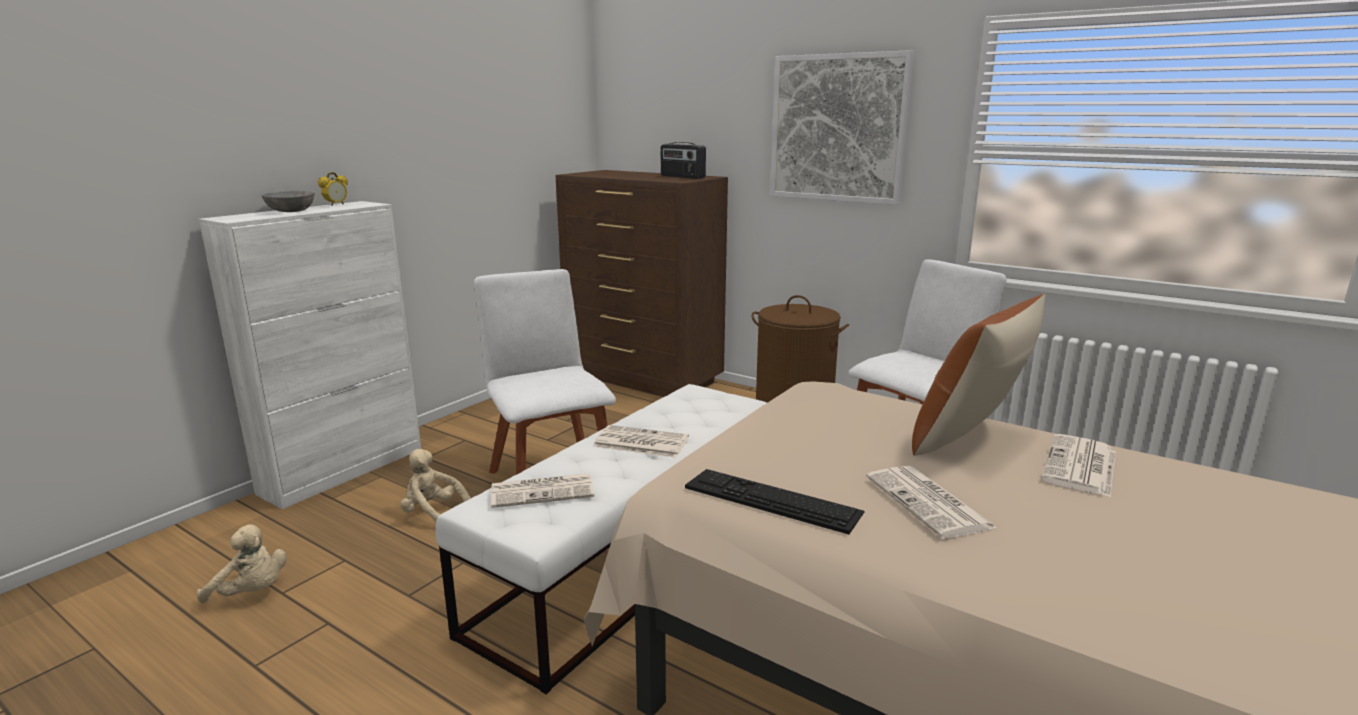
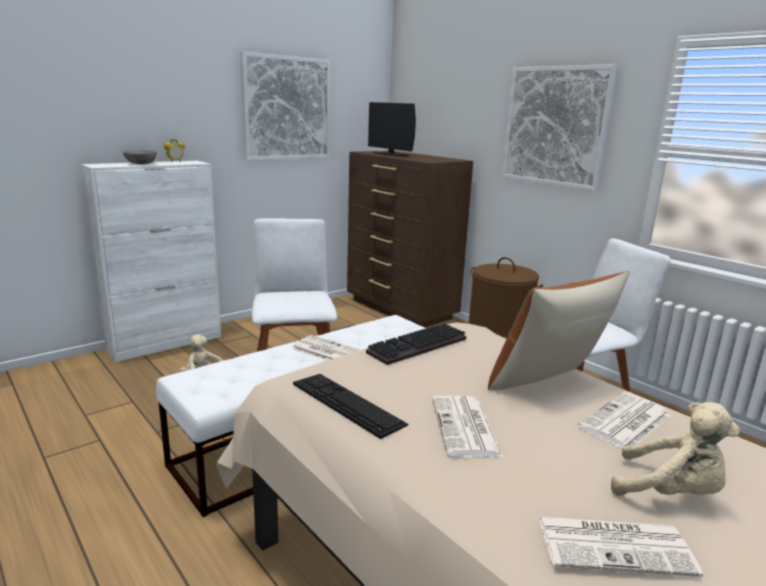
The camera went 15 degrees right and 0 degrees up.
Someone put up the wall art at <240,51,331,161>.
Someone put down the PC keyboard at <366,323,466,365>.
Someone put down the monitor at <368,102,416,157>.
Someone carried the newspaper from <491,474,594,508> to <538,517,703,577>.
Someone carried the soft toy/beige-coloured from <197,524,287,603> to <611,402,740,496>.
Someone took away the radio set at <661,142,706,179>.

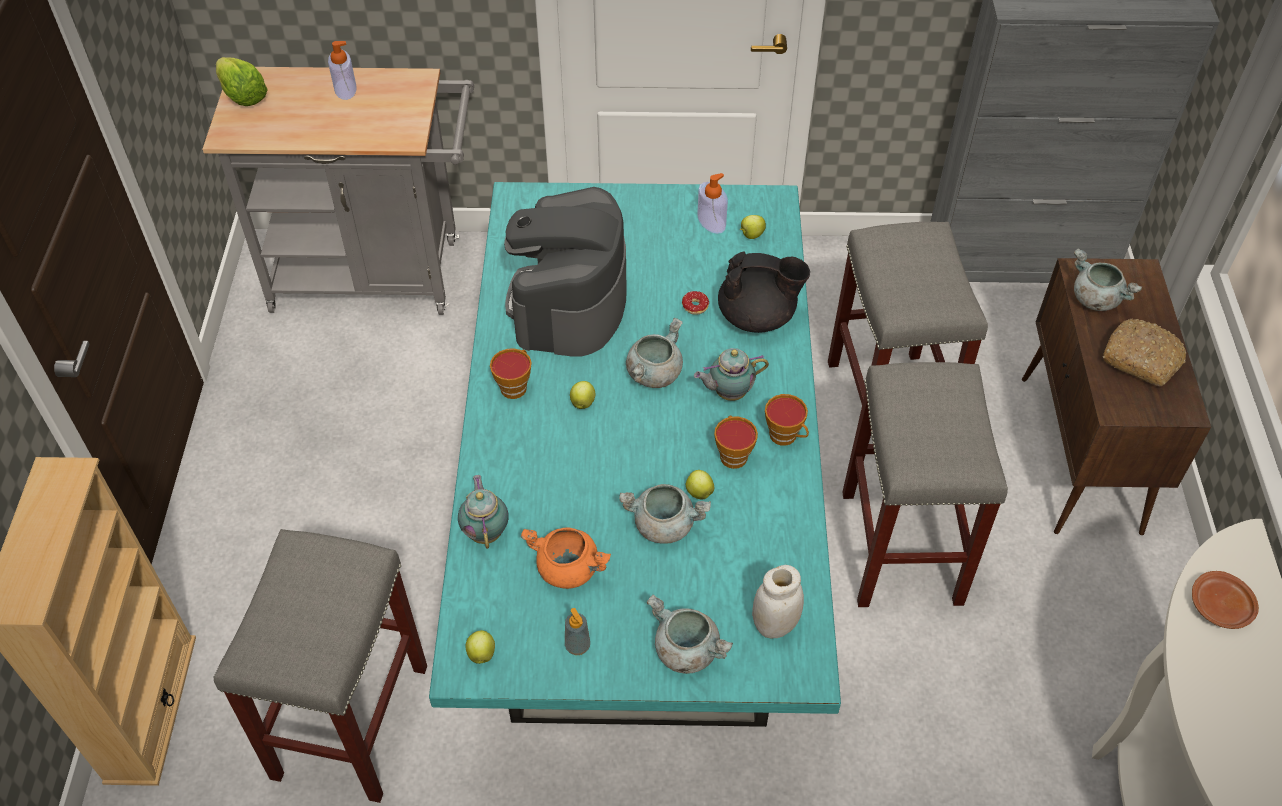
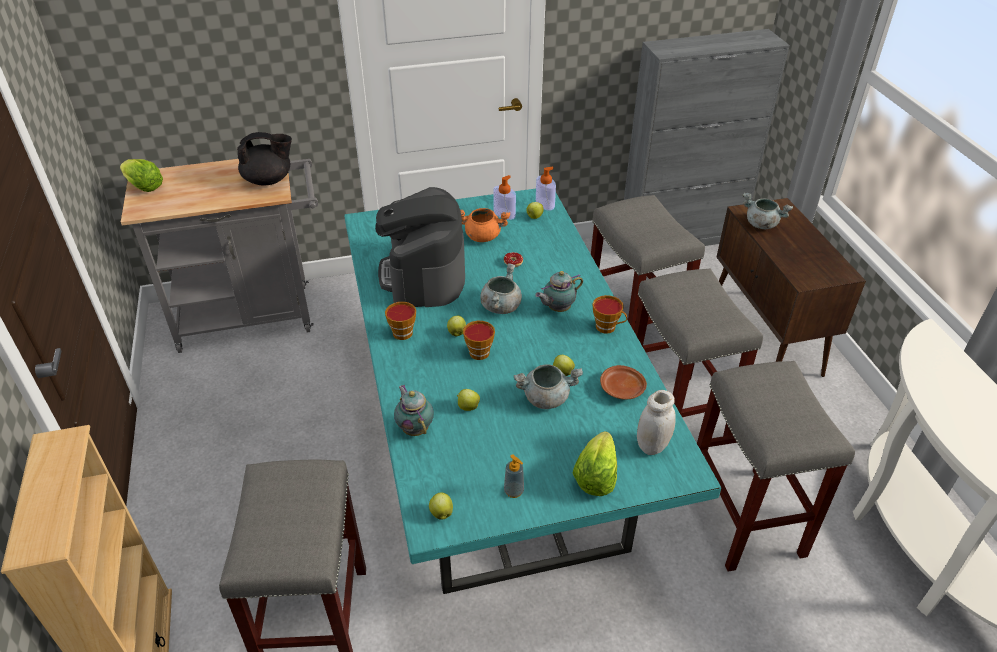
The camera went 15 degrees left and 10 degrees down.
Someone carried the pot for tea/blackish from <718,251,810,333> to <237,132,292,185>.
Someone put down the apple fruit at <457,389,480,411>.
Someone carried the saucepot/orangey from <521,527,611,589> to <461,208,510,242>.
Someone carried the cup from <714,416,758,469> to <463,321,495,360>.
Someone carried the liquid soap bottle from <328,41,357,100> to <536,167,556,211>.
Someone swapped the saucepot/gray at <647,595,733,674> for the head of lettuce at <572,431,617,496>.
Someone carried the plate/brown-coloured from <1192,571,1259,629> to <600,365,647,399>.
Someone put down the sitting stool/gray at <697,361,855,572>.
Someone took away the bread at <1103,319,1186,387>.

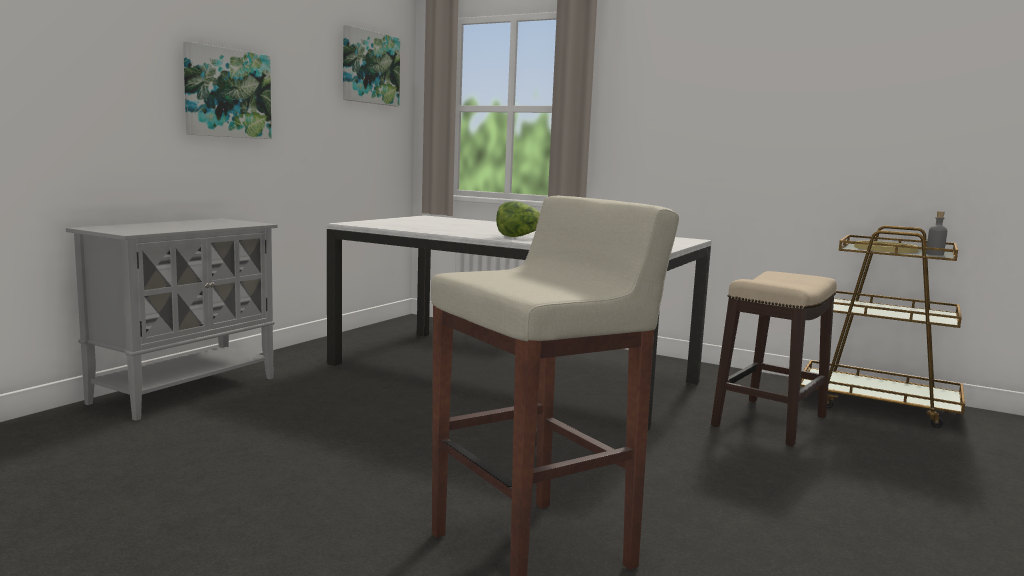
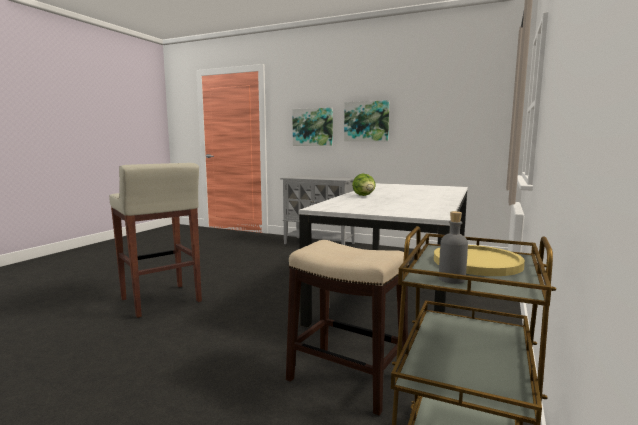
The camera went 85 degrees right and 0 degrees up.
Someone carried the wall art from <343,25,400,106> to <292,108,333,146>.

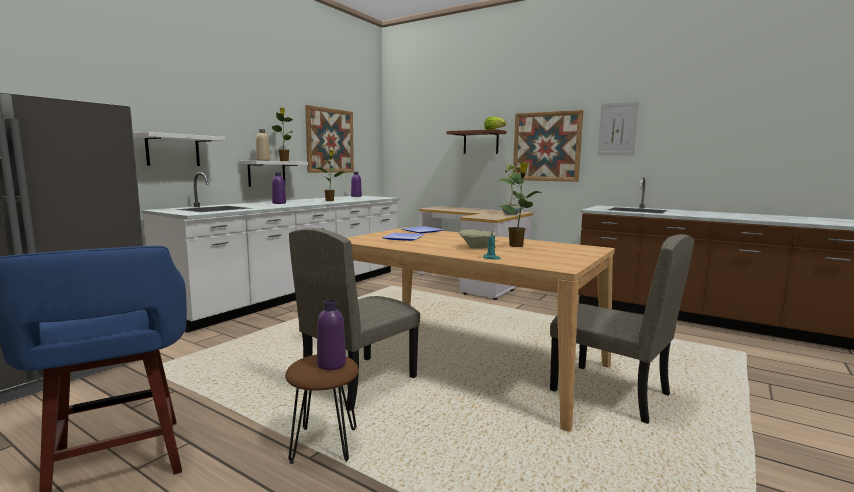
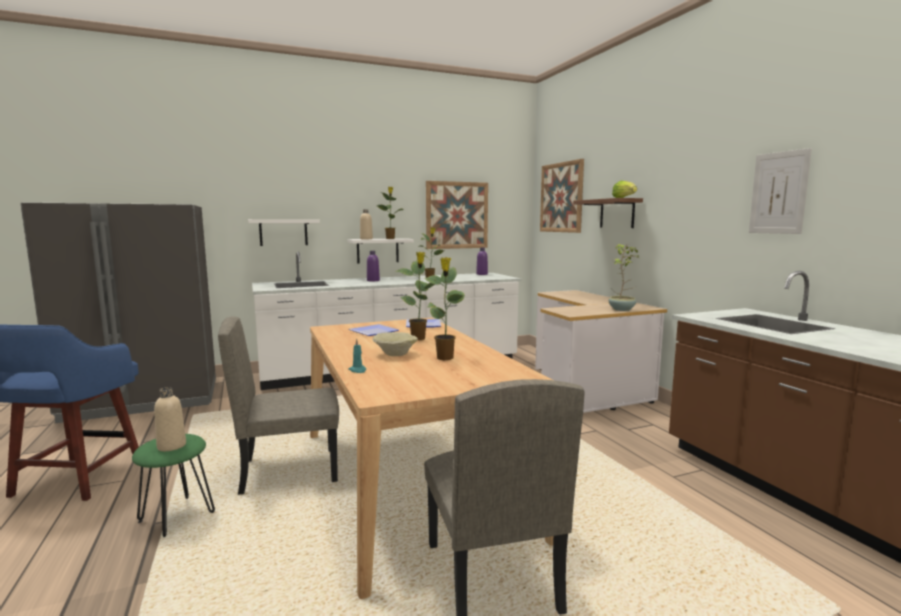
The camera went 35 degrees right and 0 degrees up.
Someone repainted the sitting stool/brown-coloured at <285,355,359,464>, which became the sitting stool/green at <132,434,215,537>.
Someone repainted the drink bottle/purple at <317,299,346,370>, which became the drink bottle/beige-coloured at <154,387,186,451>.
Someone put down the potted plant at <395,252,435,340>.
Someone carried the wall art from <513,110,584,182> to <540,159,584,233>.

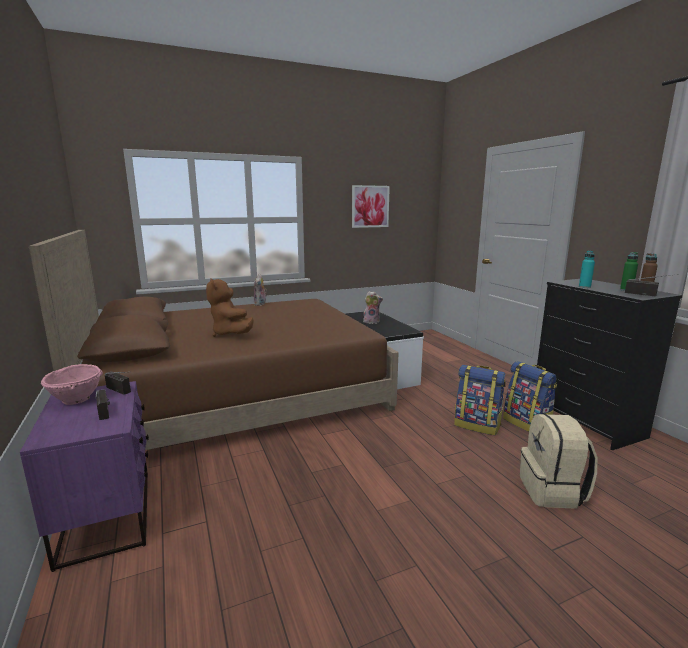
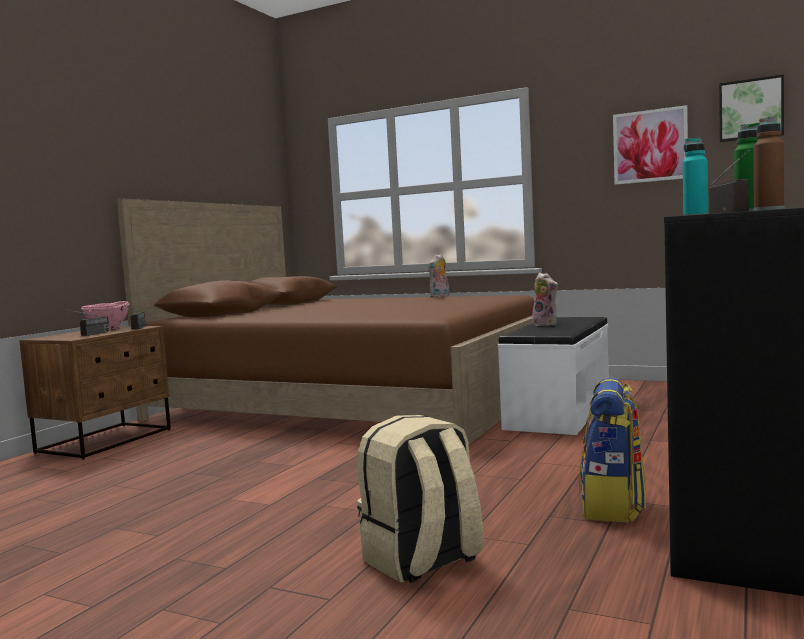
The camera went 50 degrees right and 10 degrees down.
Someone repainted the night table/purple at <20,381,149,572>, which became the night table/brown-coloured at <19,326,171,460>.
Someone put up the wall art at <719,74,784,142>.
Someone took away the soft toy/brown-coloured at <206,278,254,337>.
Someone took away the backpack at <454,365,506,435>.

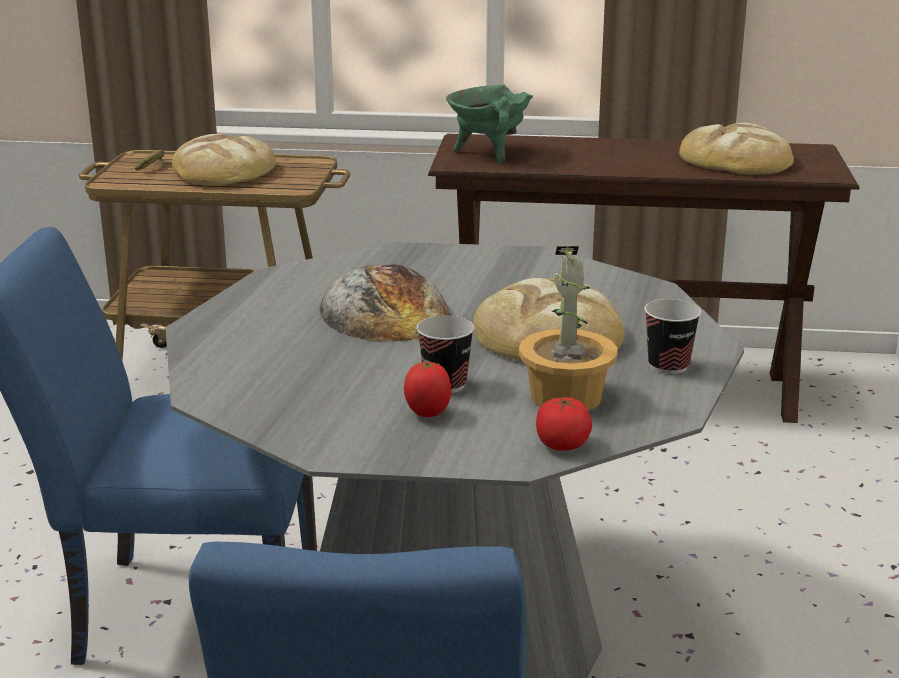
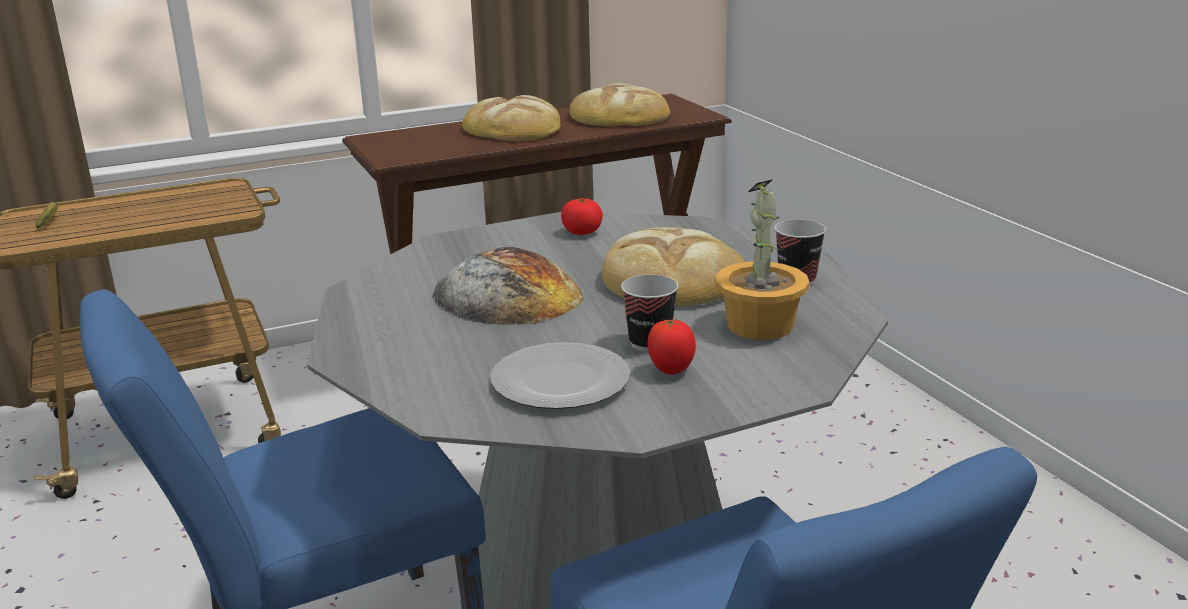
The camera went 30 degrees left and 0 degrees up.
Someone carried the bread from <172,134,276,186> to <462,95,560,141>.
Someone put down the plate at <491,342,631,409>.
Someone carried the whole tomato from <536,397,592,451> to <561,198,603,235>.
Someone took away the saucepot/green at <446,84,533,164>.

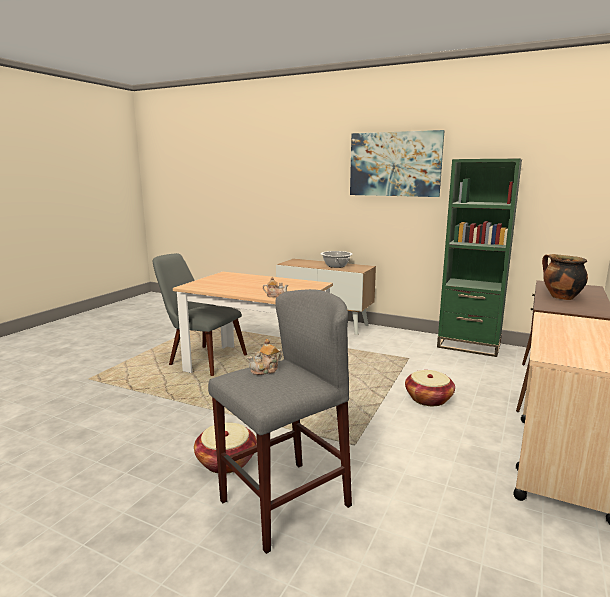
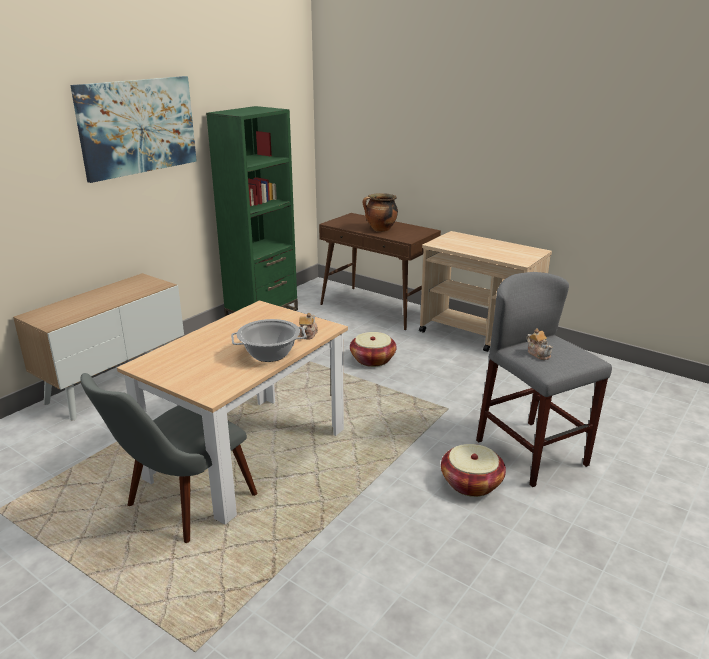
The camera went 80 degrees left and 10 degrees up.
Someone carried the saucepot from <321,251,352,268> to <231,319,306,362>.

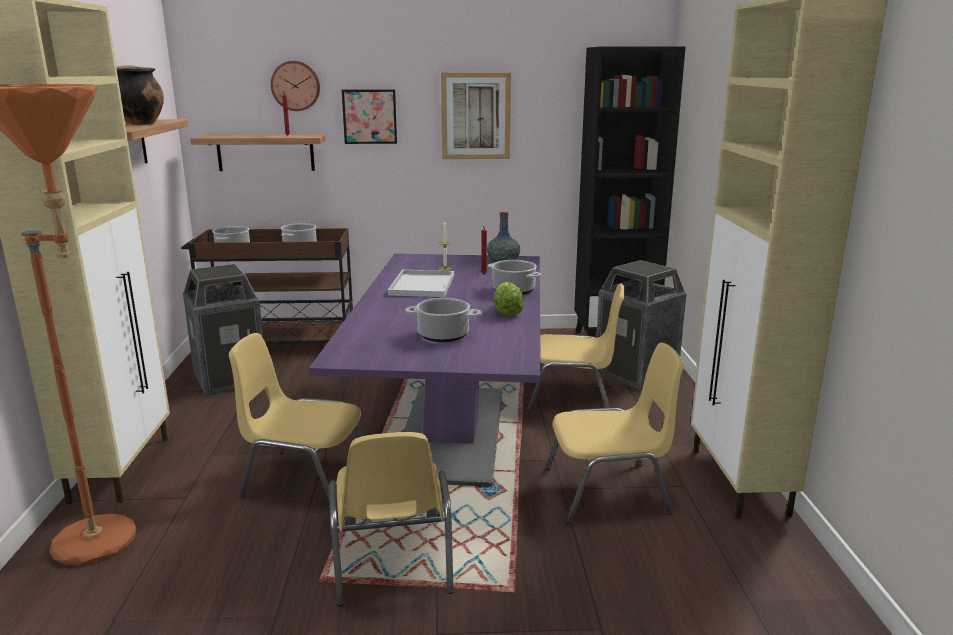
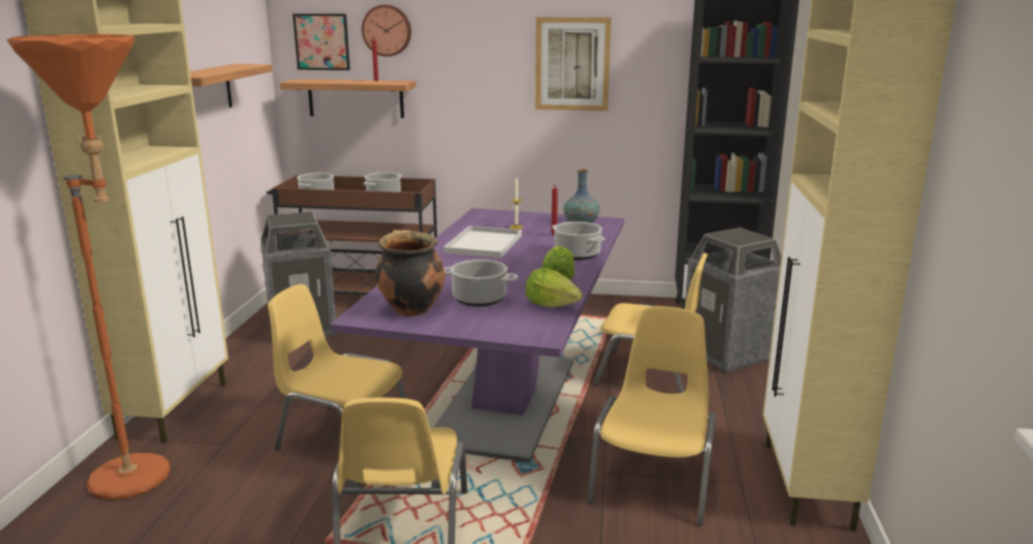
The camera went 10 degrees right and 0 degrees up.
Someone carried the wall art from <342,90,397,144> to <293,14,350,70>.
Someone carried the saucepot from <116,65,164,125> to <375,230,445,316>.
Someone put down the head of lettuce at <525,268,582,307>.
Someone rotated the plain chair/yellow-coloured at <546,343,684,524> by 75 degrees counterclockwise.

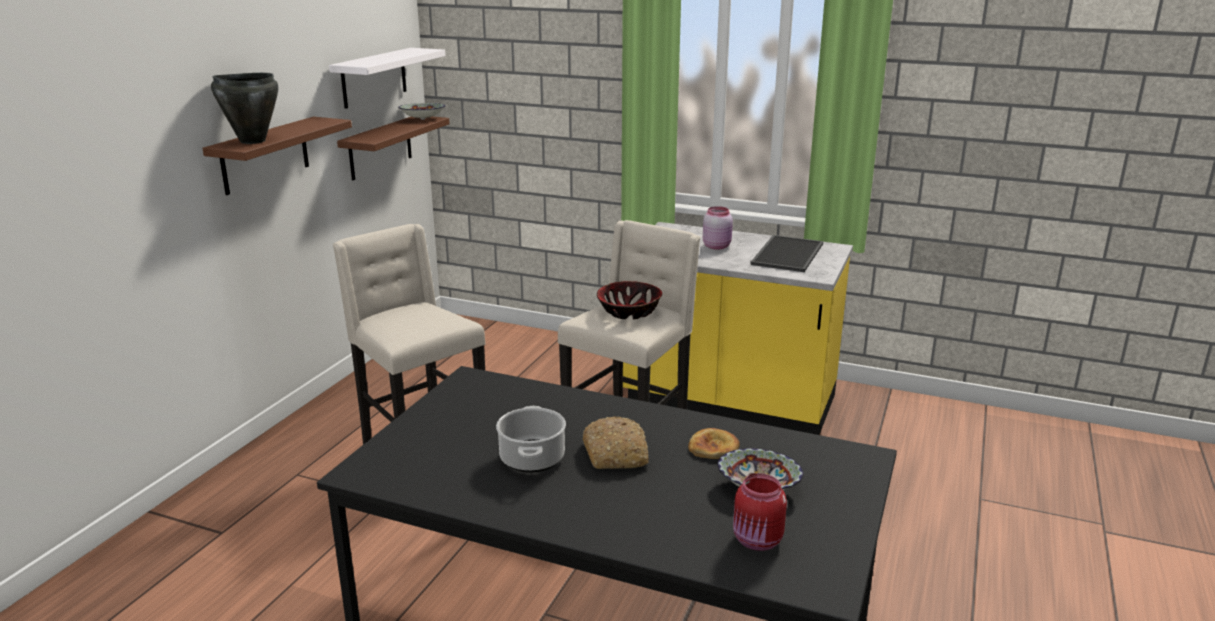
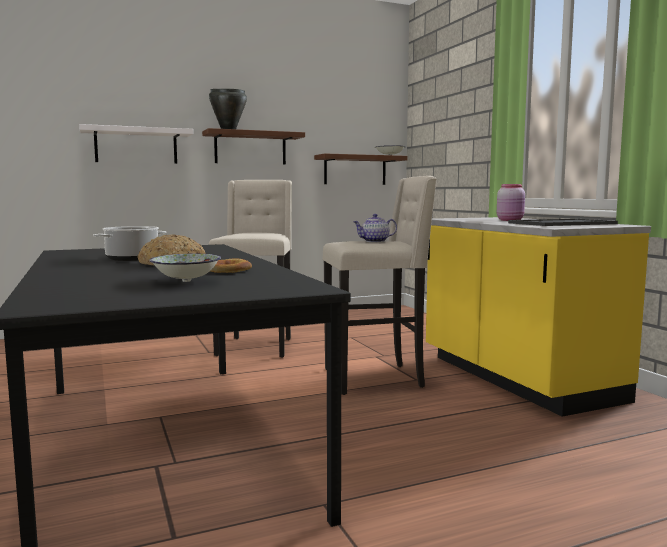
The camera went 45 degrees right and 15 degrees down.
Someone carried the bracket shelf/whitish from <329,48,445,109> to <79,124,193,164>.
Someone swapped the serving bowl at <597,281,662,319> for the pot for tea at <354,214,397,242>.
Someone took away the preserve jar/reddish at <733,473,787,551>.

